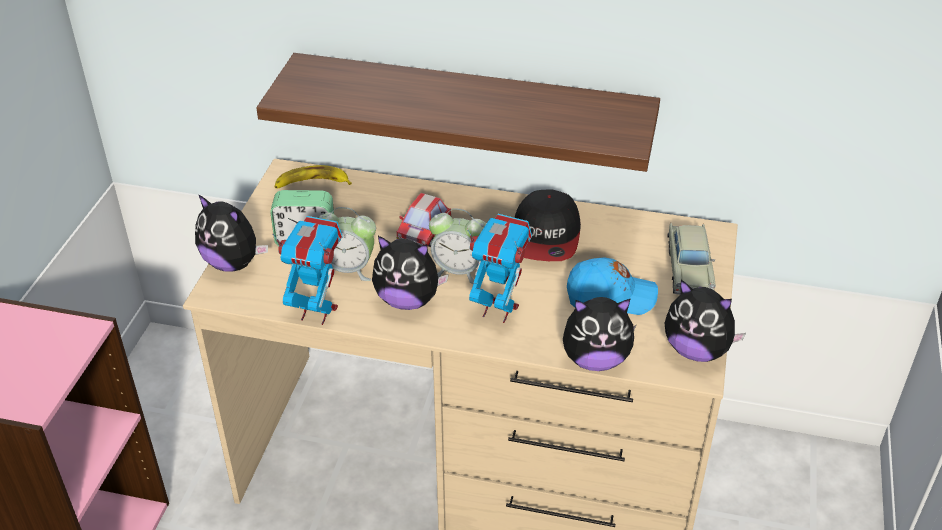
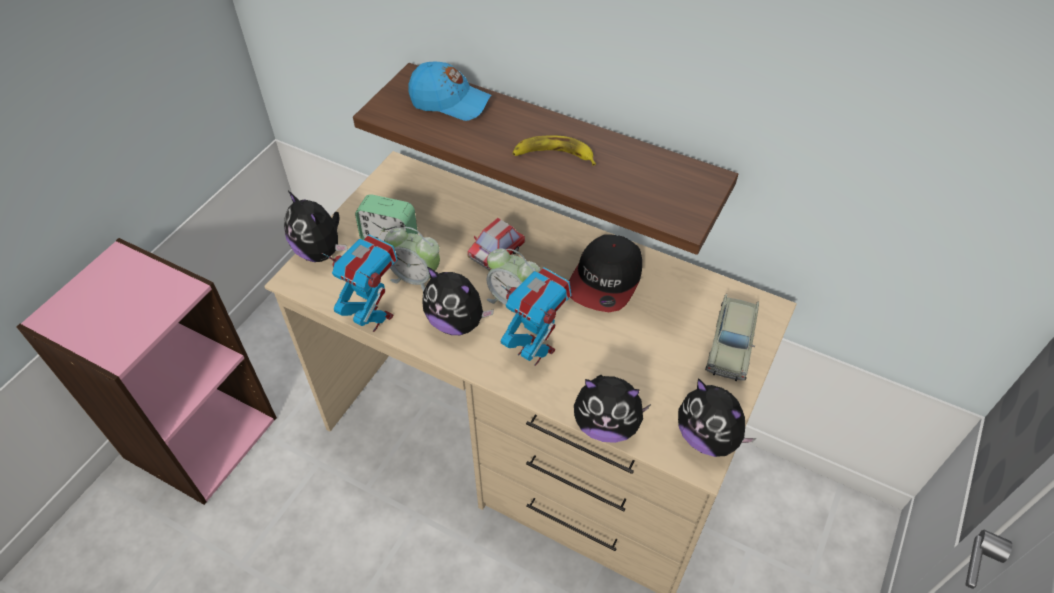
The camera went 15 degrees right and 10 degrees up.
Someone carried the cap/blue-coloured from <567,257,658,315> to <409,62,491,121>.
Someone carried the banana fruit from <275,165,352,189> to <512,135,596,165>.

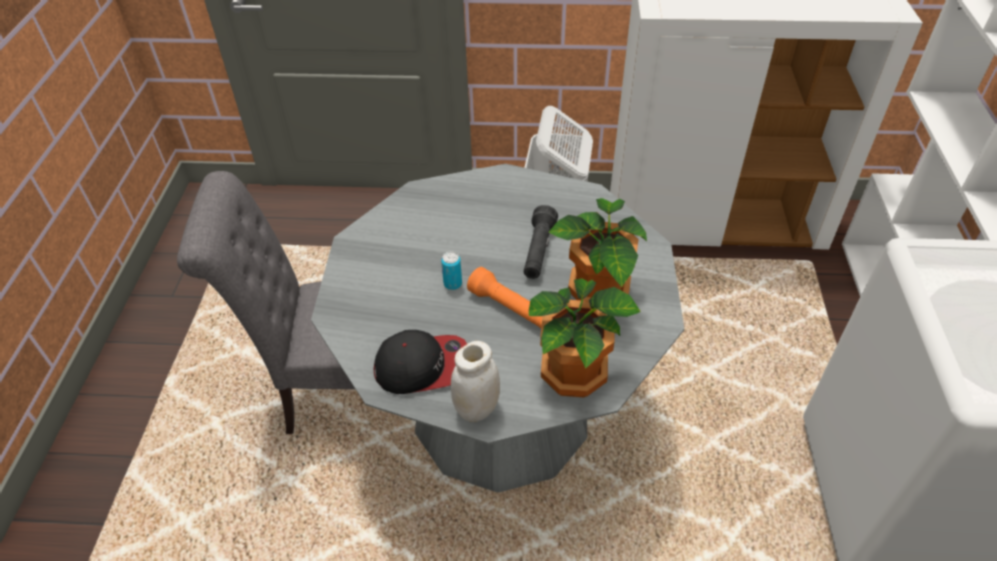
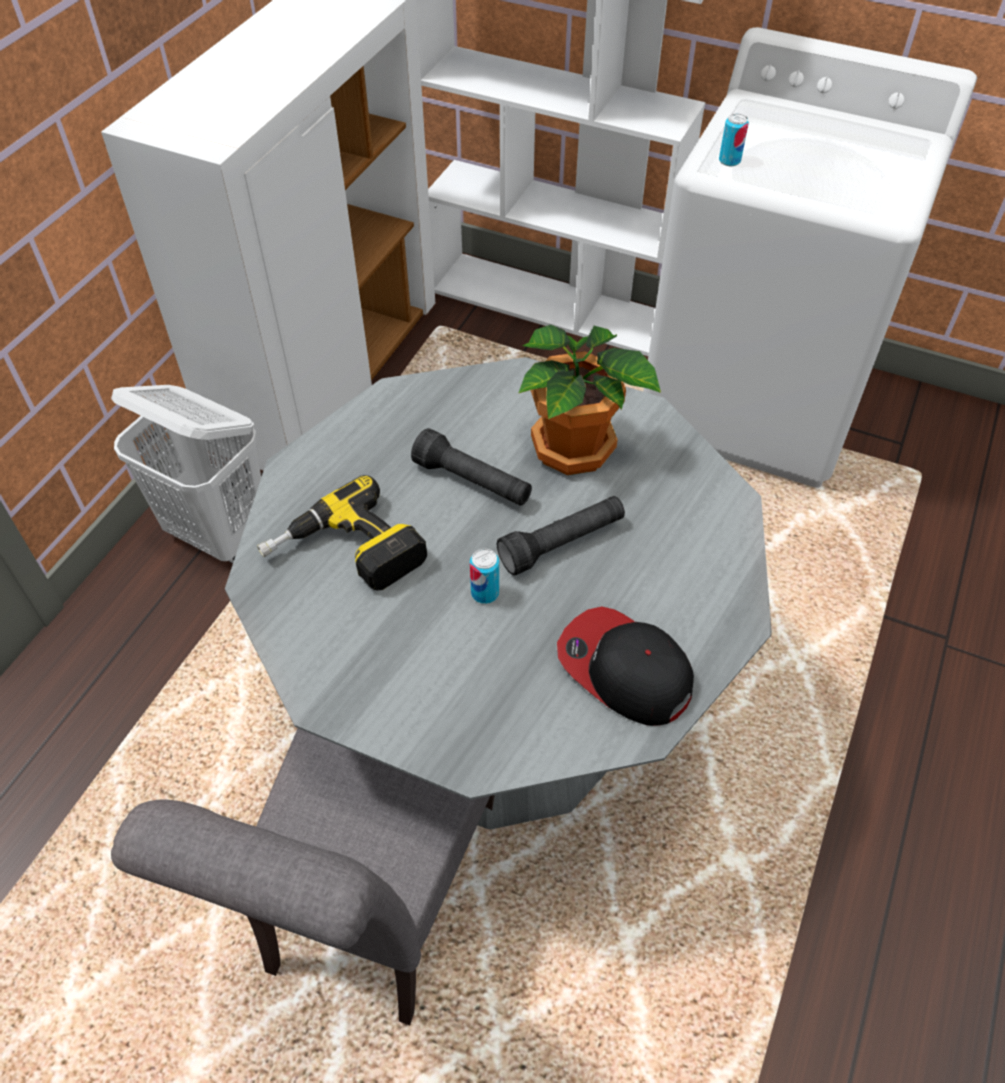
The camera went 70 degrees left and 5 degrees up.
Someone put down the electric drill at <257,475,427,591>.
Someone repainted the torch/orangey at <467,267,542,328>, which became the torch/blackish at <497,496,625,576>.
Someone rotated the cap at <374,330,467,394> by 60 degrees counterclockwise.
Someone put down the can at <719,113,749,166>.
Someone took away the preserve jar/whitish at <451,341,500,422>.
Someone took away the potted plant at <529,278,641,398>.

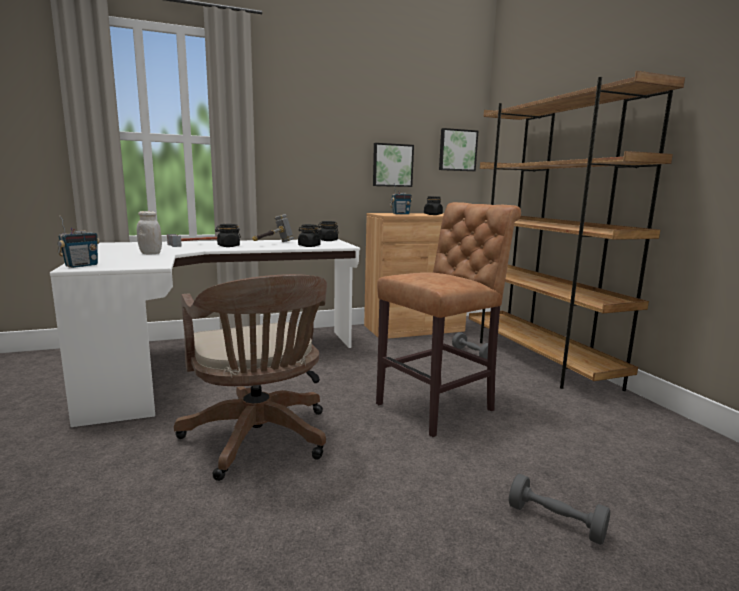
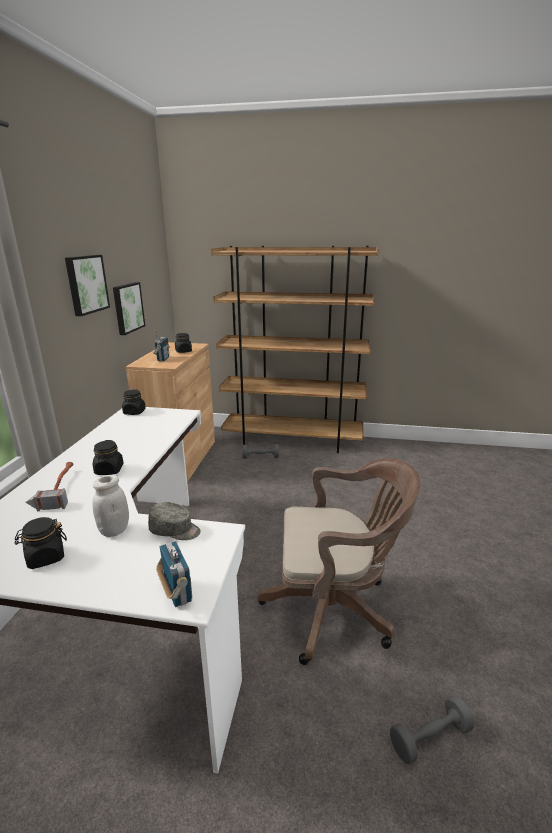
The camera went 60 degrees left and 10 degrees up.
Someone carried the preserve jar/blackish from <298,224,320,247> to <14,517,67,569>.
Someone carried the wall art from <439,128,478,171> to <65,255,110,316>.
Someone put down the cap/gray at <148,502,201,540>.
Someone carried the hand weight/gray from <509,474,610,545> to <390,695,474,764>.
Someone took away the hand hammer at <252,214,294,242>.
Someone took away the sitting stool/brown-coloured at <376,202,521,437>.

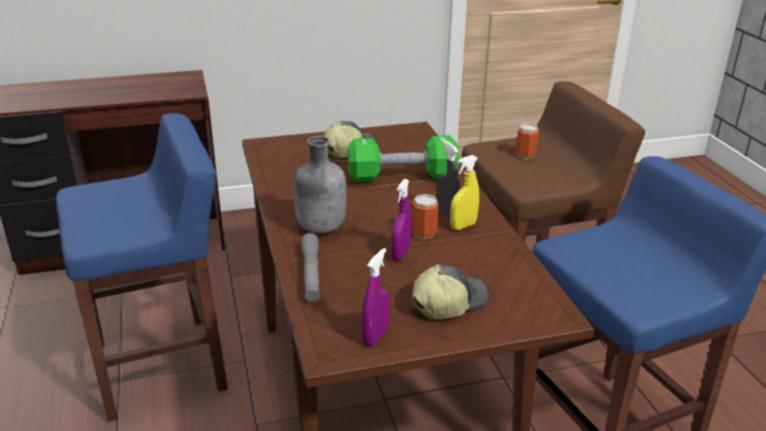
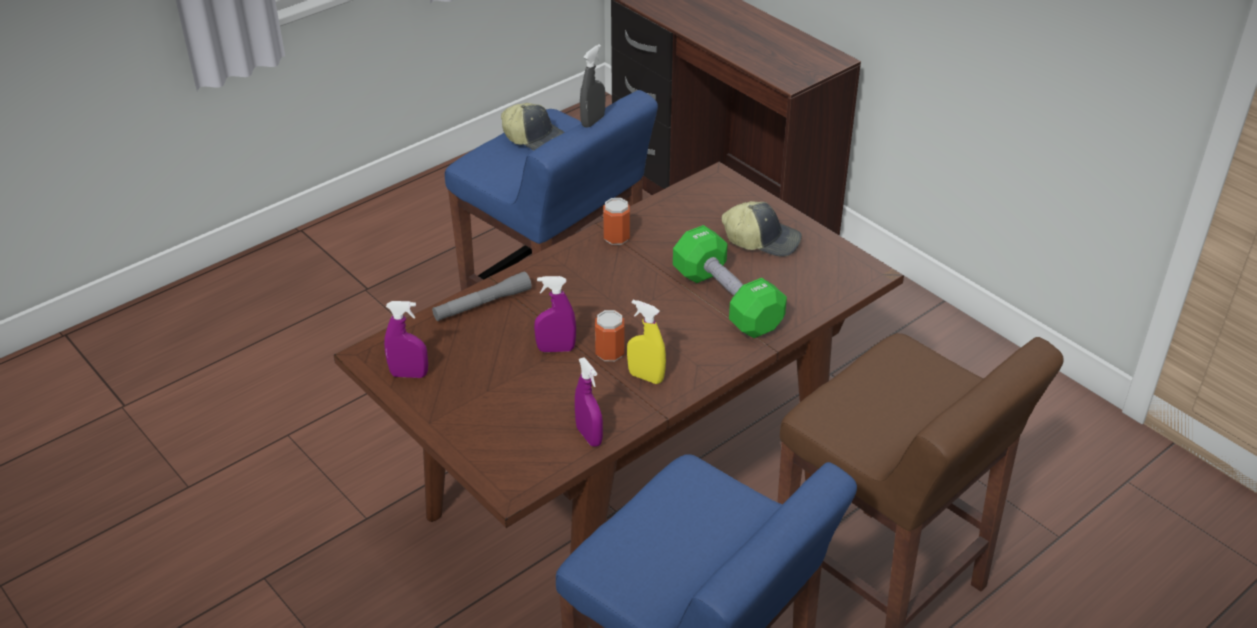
The camera went 65 degrees right and 10 degrees up.
Someone carried the cap from <412,264,489,319> to <501,103,565,150>.
Someone put down the spray bottle/purple at <575,357,603,447>.
Someone carried the spray bottle/gray from <436,140,460,218> to <580,44,605,128>.
Someone carried the can from <515,123,539,159> to <603,198,630,245>.
Someone took away the drink bottle/gray at <294,136,347,233>.

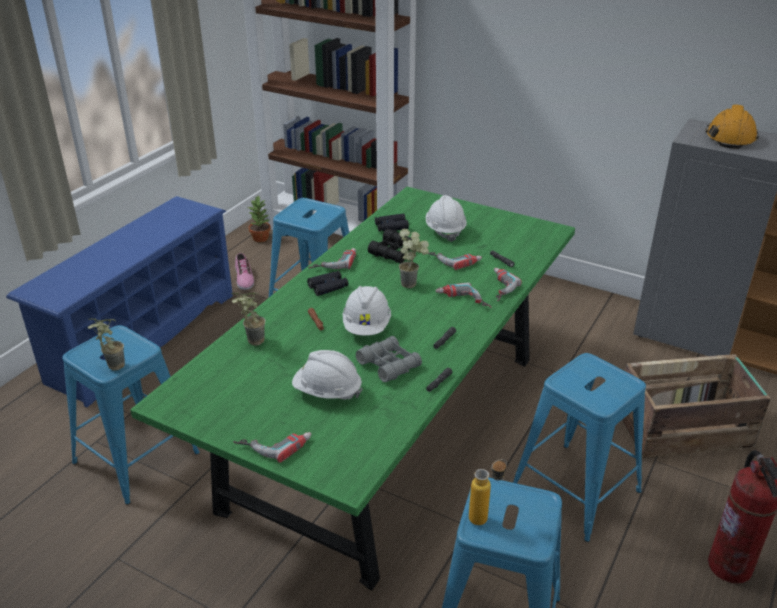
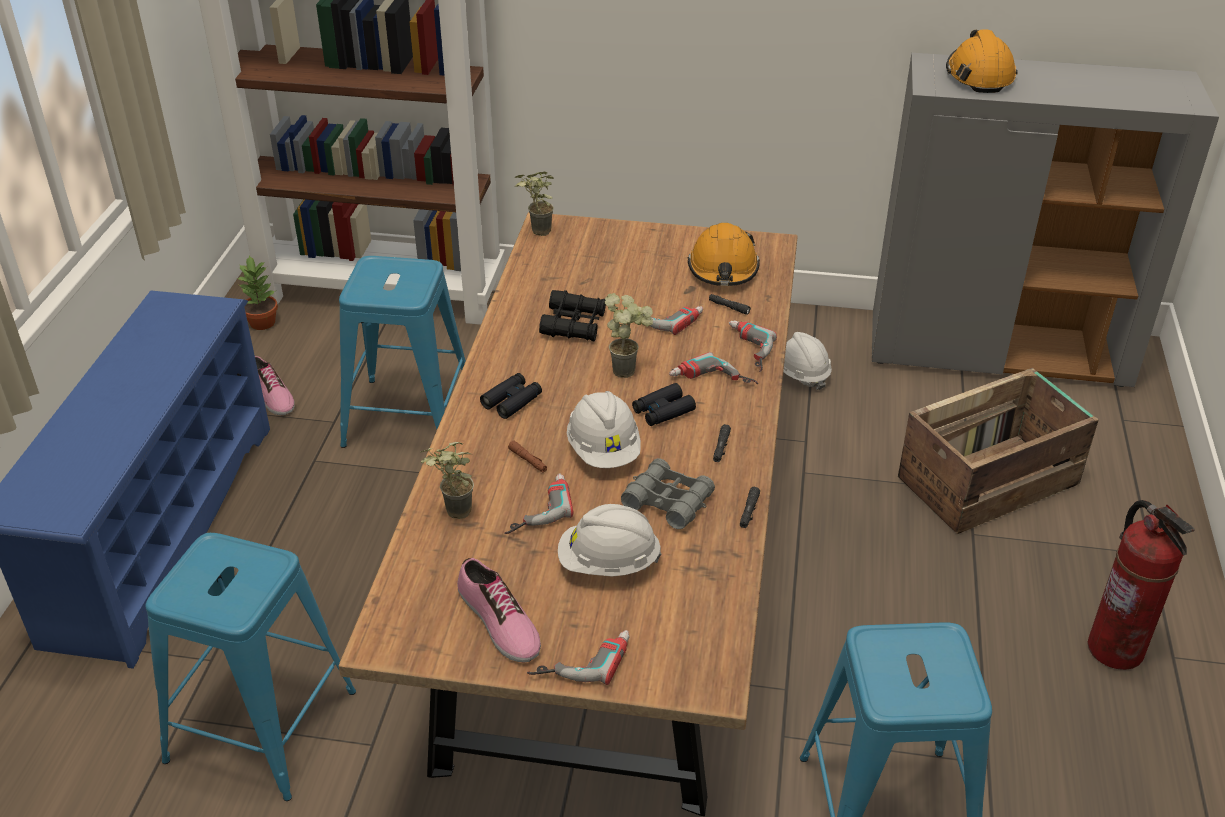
The camera went 20 degrees left and 5 degrees up.
Someone repainted the dinner table/green at <131,187,575,591>, which became the dinner table/brown-coloured at <339,212,798,816>.
Someone put down the low shoe at <457,558,541,662>.
Someone carried the electric drill from <308,248,356,269> to <504,473,573,534>.
Someone carried the potted plant from <88,318,125,371> to <515,172,554,236>.
Someone carried the pair of binoculars/blackish from <375,214,409,231> to <632,383,696,426>.
Someone put down the safety helmet/orangey at <687,223,760,286>.
Someone carried the safety helmet/whitish from <426,195,467,242> to <783,332,832,390>.
Someone took away the drink bottle at <469,459,507,525>.
Someone took away the sitting stool/blue-coloured at <513,353,646,542>.

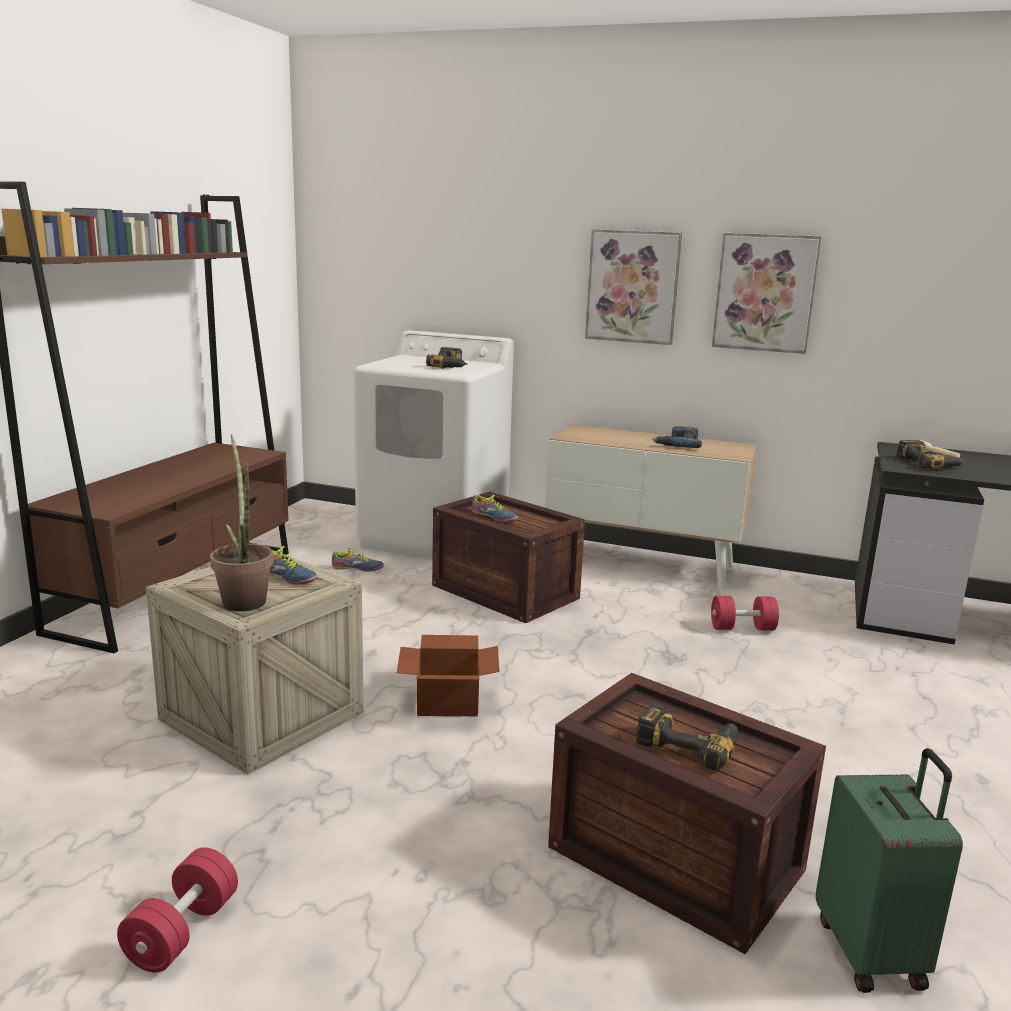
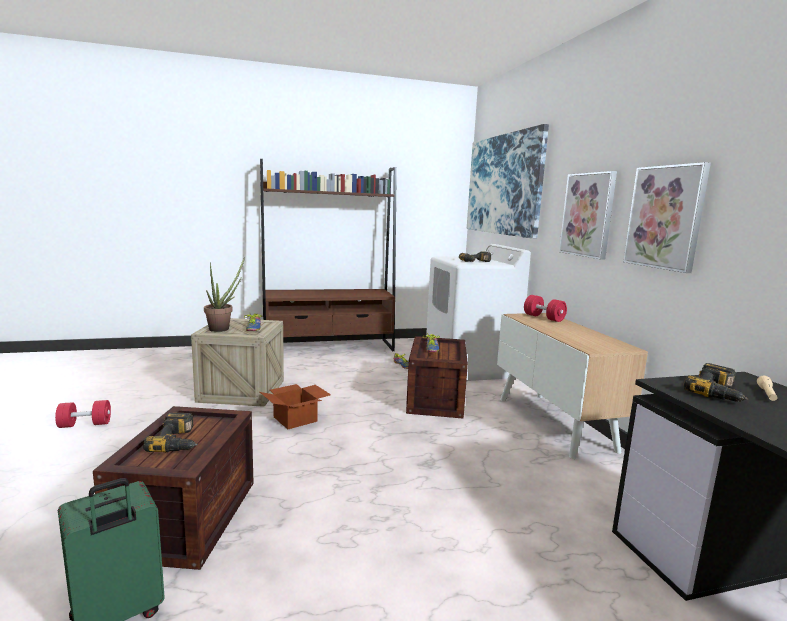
The camera went 55 degrees right and 5 degrees down.
Someone put up the wall art at <467,124,549,239>.
Someone carried the hand weight/reddish from <711,596,779,631> to <524,295,567,322>.
Someone took away the electric drill at <652,426,702,448>.

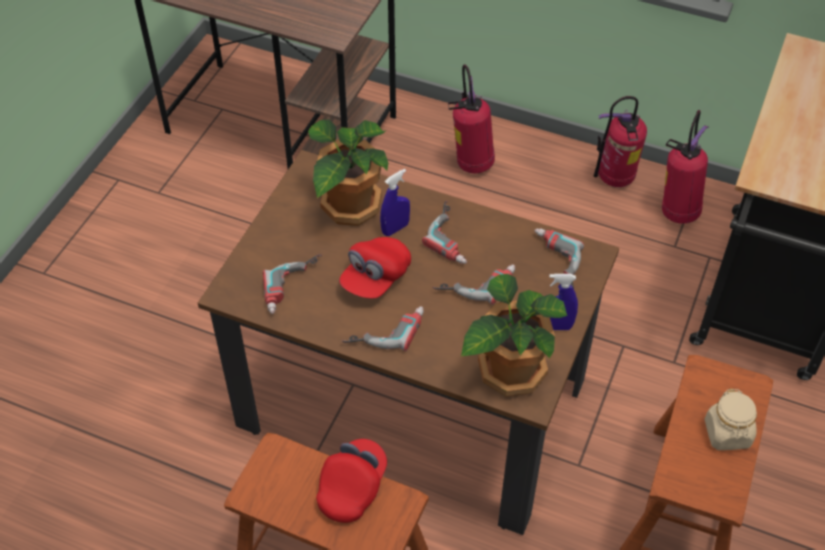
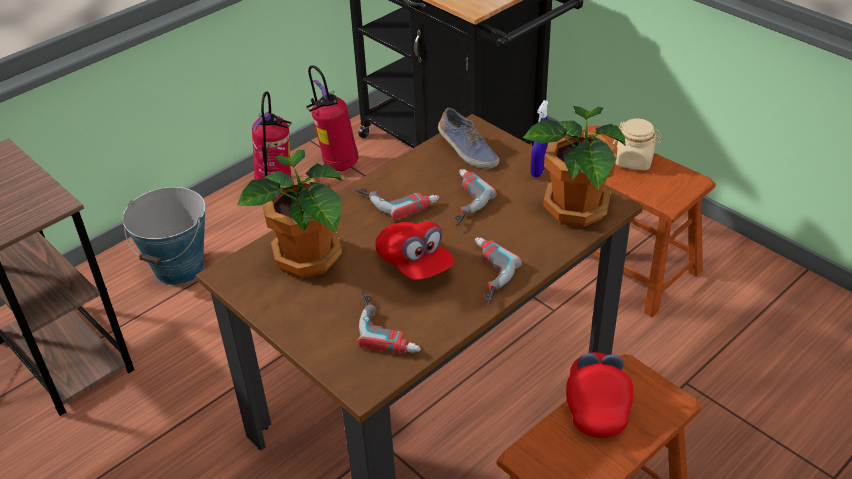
The camera went 65 degrees left and 10 degrees down.
Someone swapped the extinguisher at <448,64,495,173> for the bucket at <122,187,205,285>.
Someone swapped the electric drill at <534,228,584,289> for the low shoe at <438,108,499,169>.
Someone rotated the cap/reddish at <316,439,387,523> by 45 degrees clockwise.
Someone took away the spray bottle/blue-coloured at <380,169,410,236>.

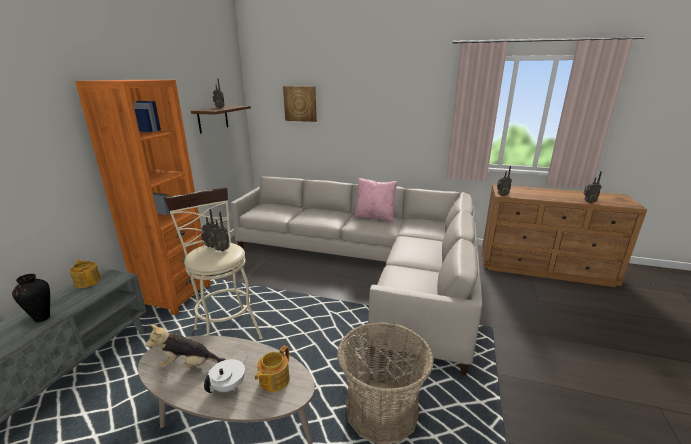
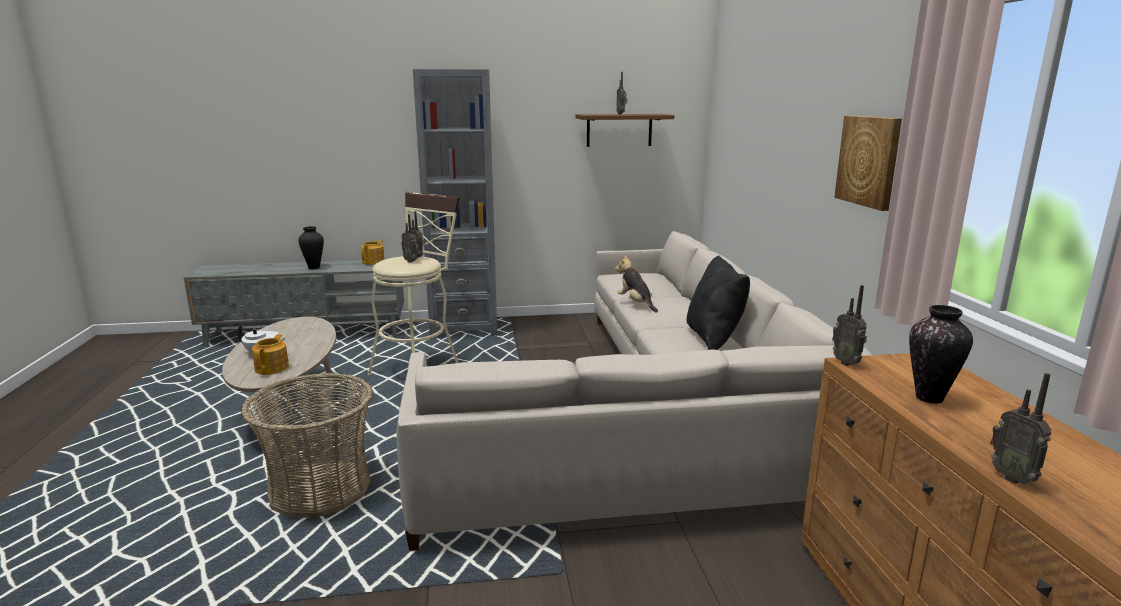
The camera went 65 degrees right and 5 degrees down.
Someone rotated the pot for tea at <255,346,290,392> by 90 degrees clockwise.
Someone repainted the bookshelf/orangey at <75,80,211,315>, which became the bookshelf/gray at <413,69,497,339>.
Someone carried the soft toy from <145,325,226,368> to <615,255,658,313>.
Someone repainted the pillow/pink at <354,178,397,222>, which became the pillow/blackish at <687,256,750,350>.
Someone carried the wall art from <283,86,317,122> to <834,116,902,211>.
Someone put down the flower vase at <909,305,973,404>.

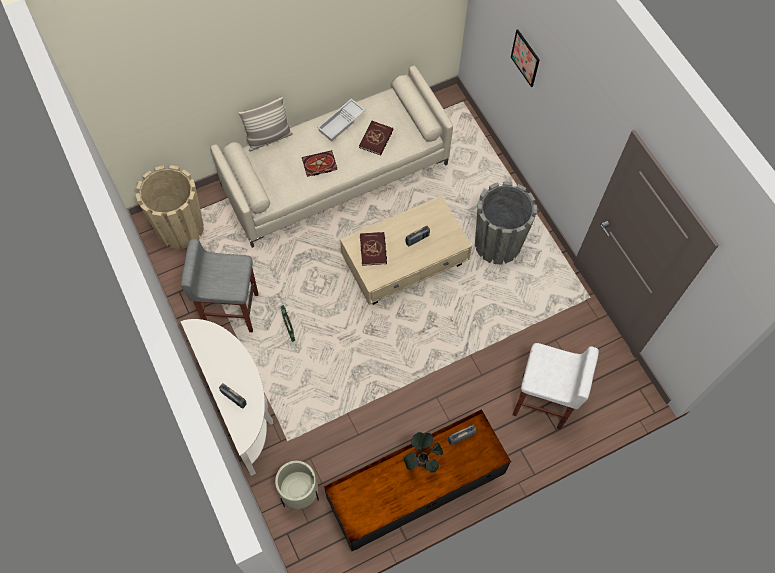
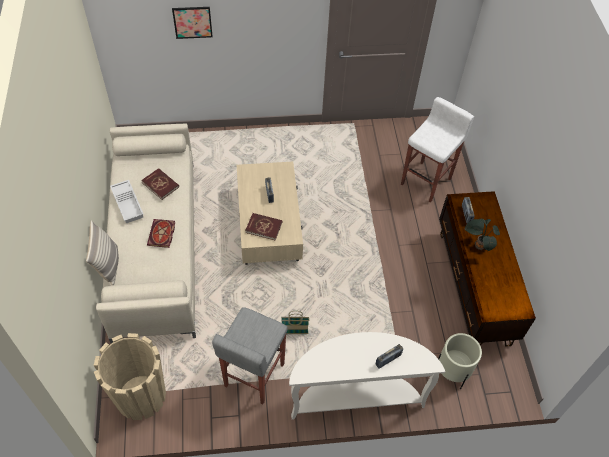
The camera went 70 degrees left and 10 degrees down.
Someone took away the plant pot/gray at <475,181,537,265>.

